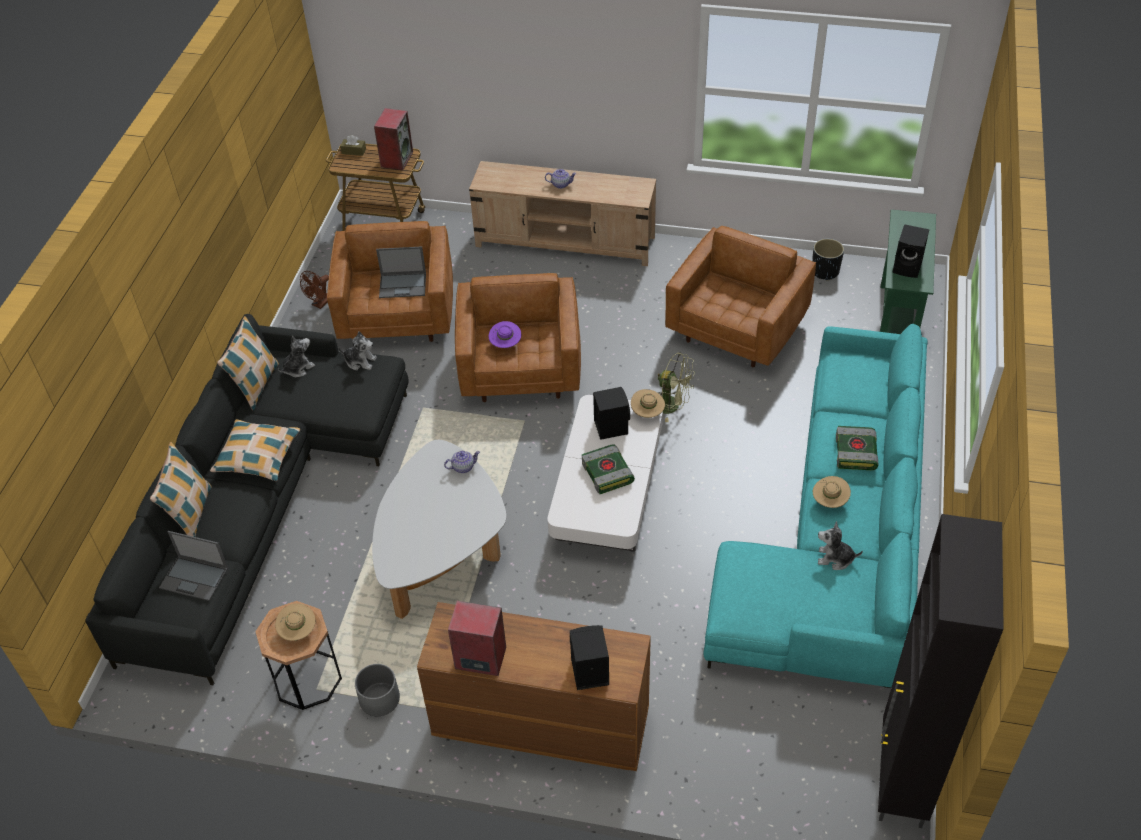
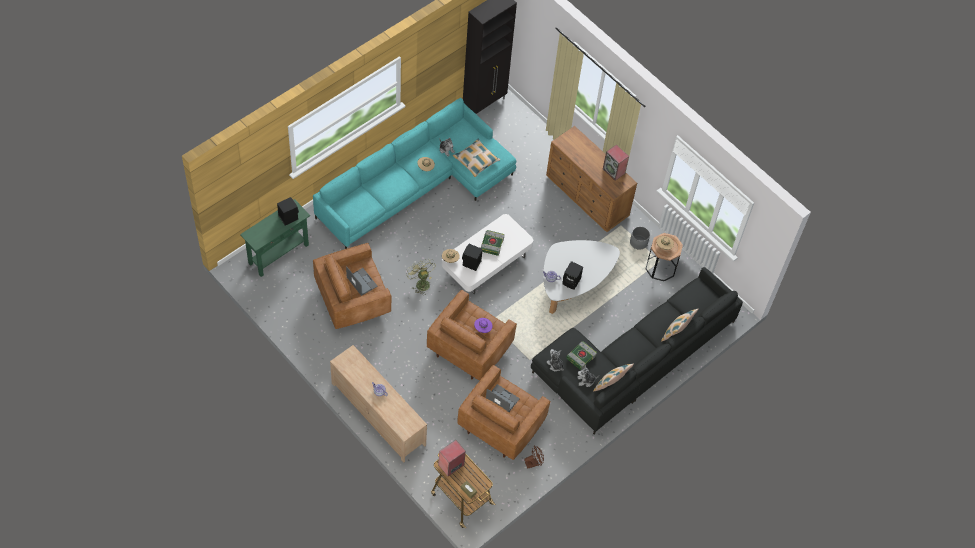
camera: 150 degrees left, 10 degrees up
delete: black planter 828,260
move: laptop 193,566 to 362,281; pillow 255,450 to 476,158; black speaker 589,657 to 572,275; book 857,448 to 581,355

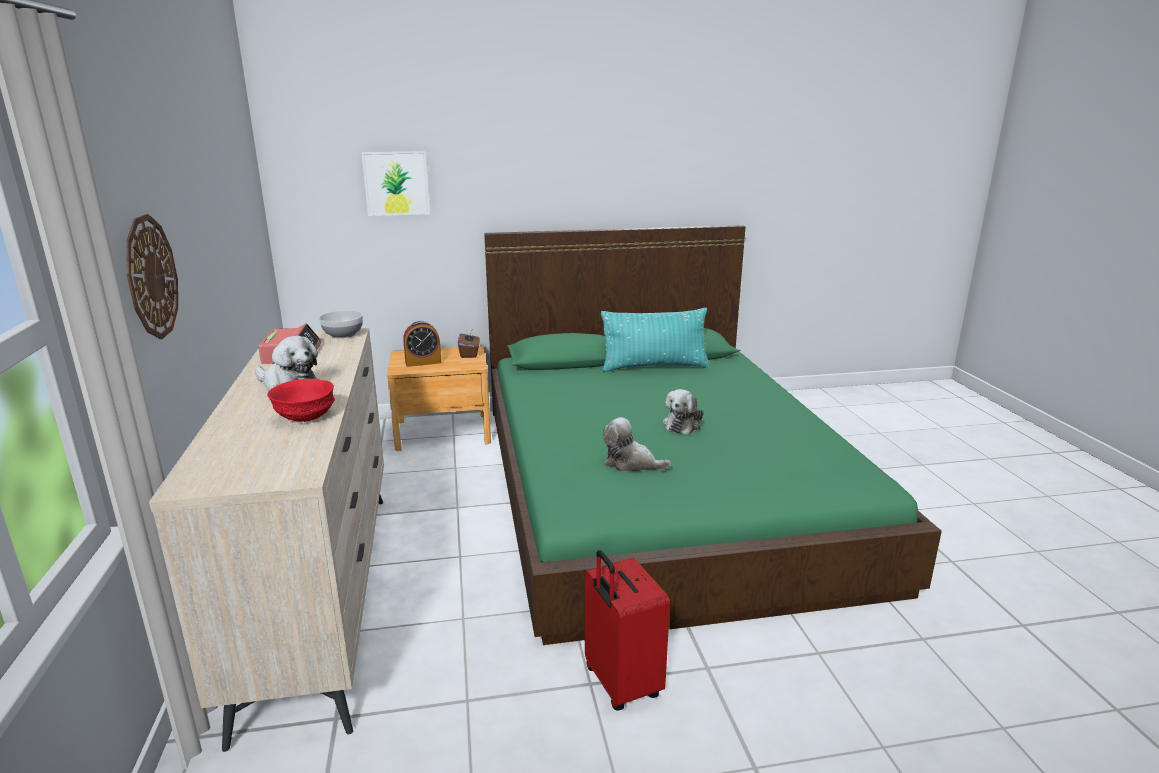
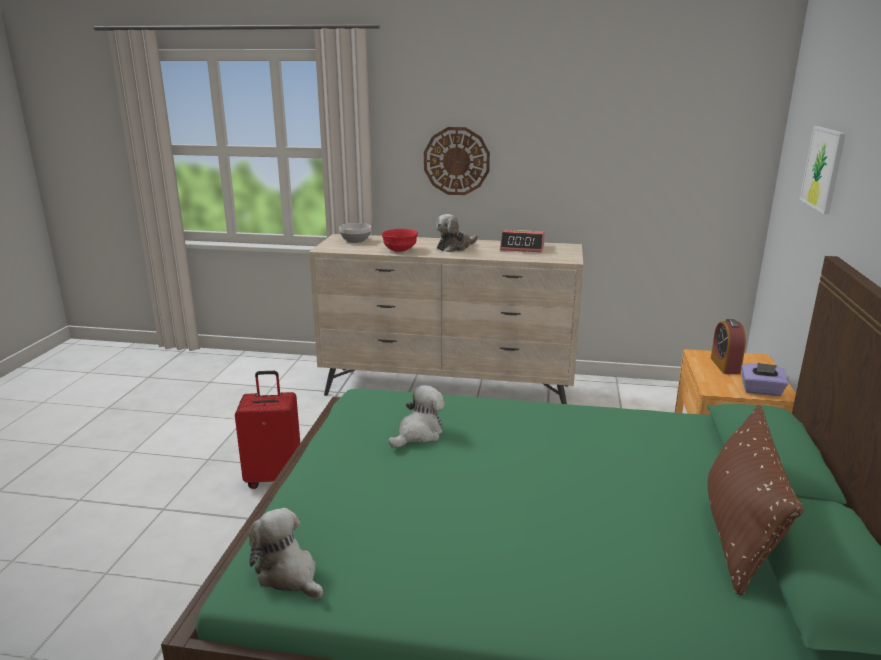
camera: 110 degrees right, 0 degrees up
move: bowl 341,324 to 355,233; plush toy 683,412 to 286,553
recolor: brown tissue box 469,344 to purple tissue box 764,379; turquoise pillow 655,340 to brown pillow 755,500

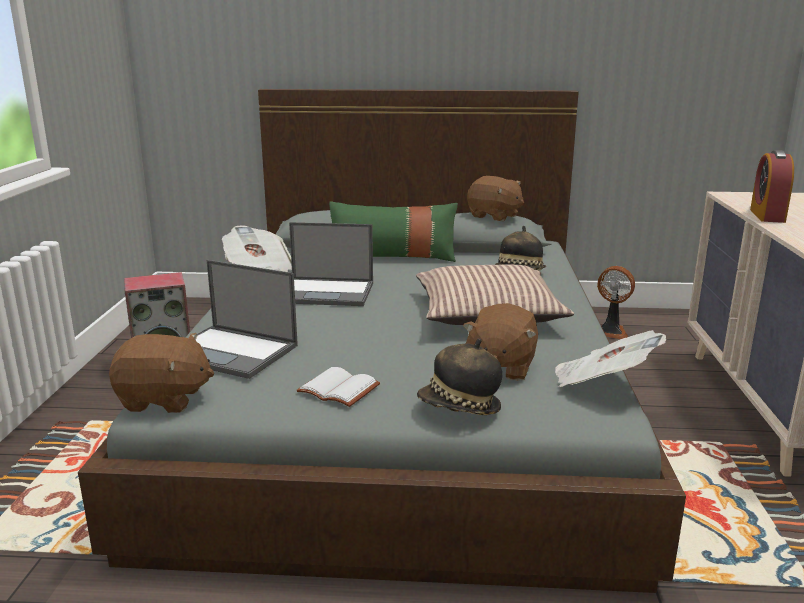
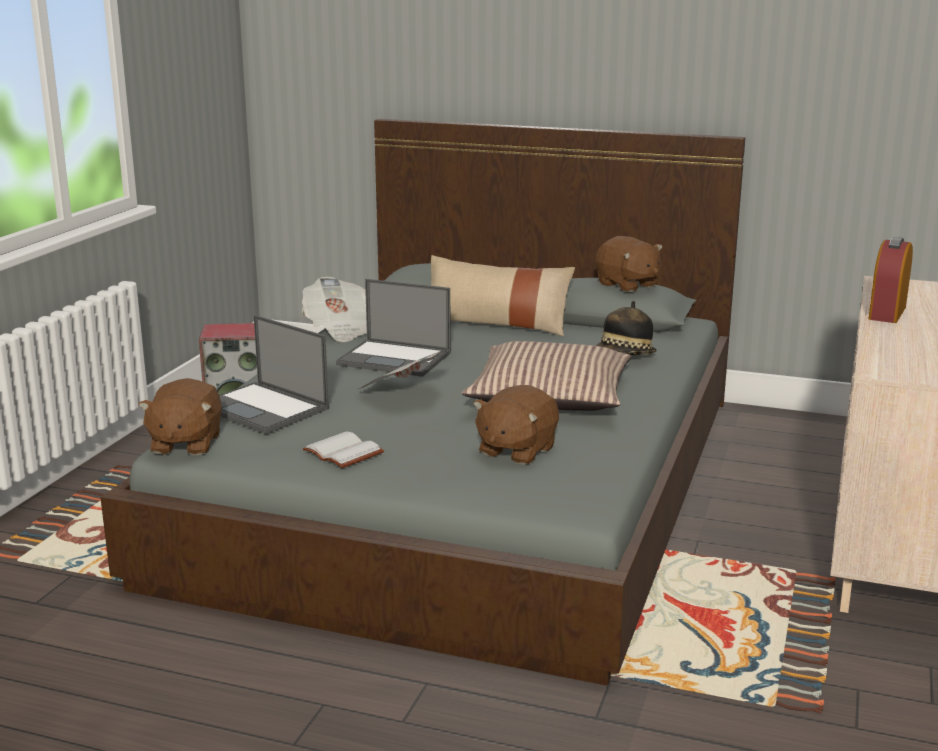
camera: 15 degrees right, 0 degrees up
delete: hat 459,376; fan 616,302
move: newspaper 610,358 to 402,370
recolor: green pillow 393,231 to beige pillow 503,295
rotate: brown plush toy 161,373 = 180,416 75 degrees clockwise

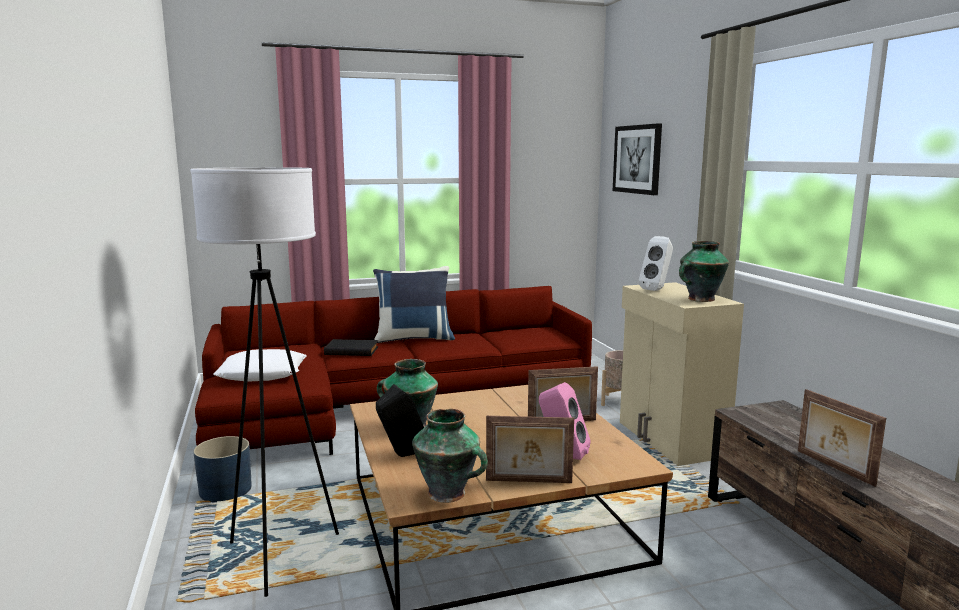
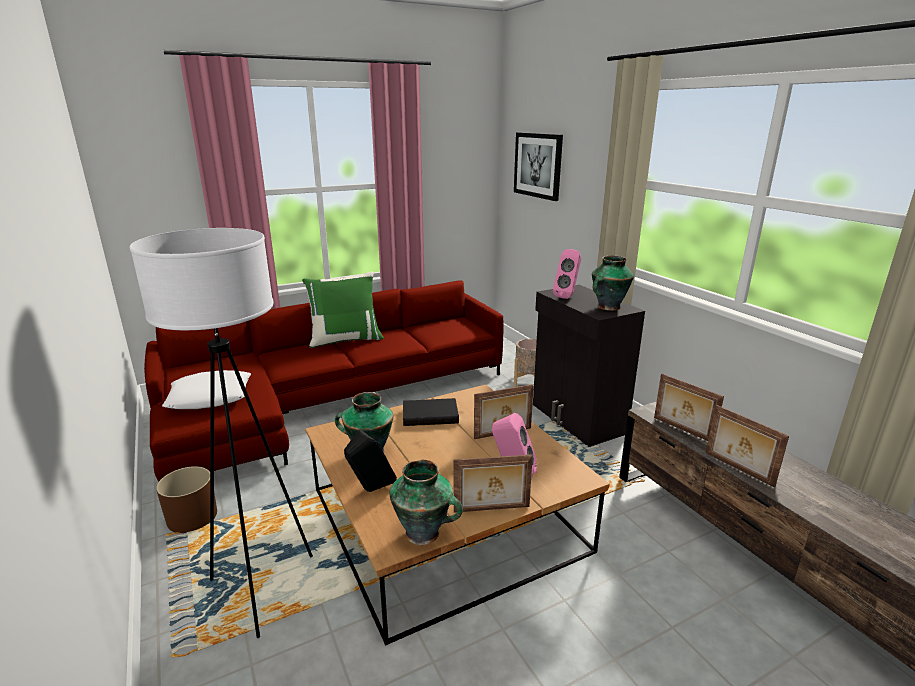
camera: 10 degrees left, 10 degrees up
insert: picture frame 689,407
move: black book 351,347 to 431,412
recolor: blue planter 222,469 to brown planter 186,499; blue pillow 414,304 to green pillow 343,309; beige cabinet 682,374 to black cabinet 589,366; white speaker 656,263 to pink speaker 567,274

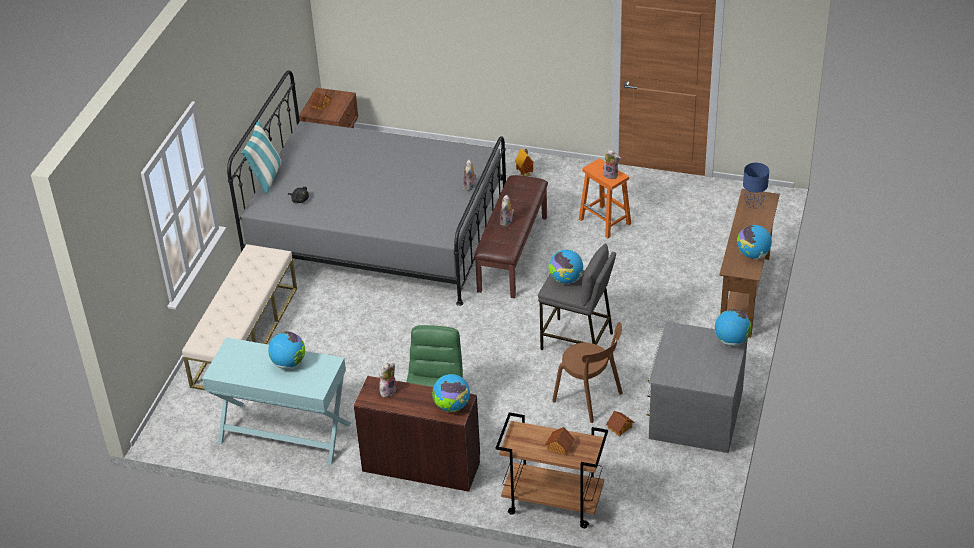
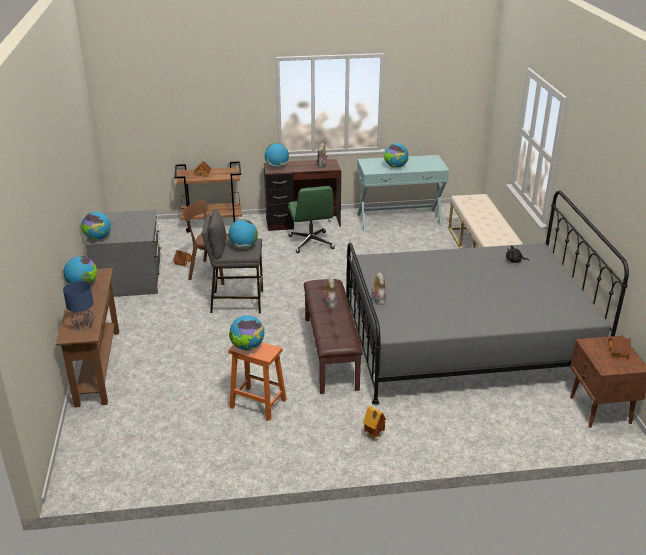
camera: 155 degrees right, 10 degrees down
delete: pillow 262,157
replace: plush toy 612,164 to globe 246,333

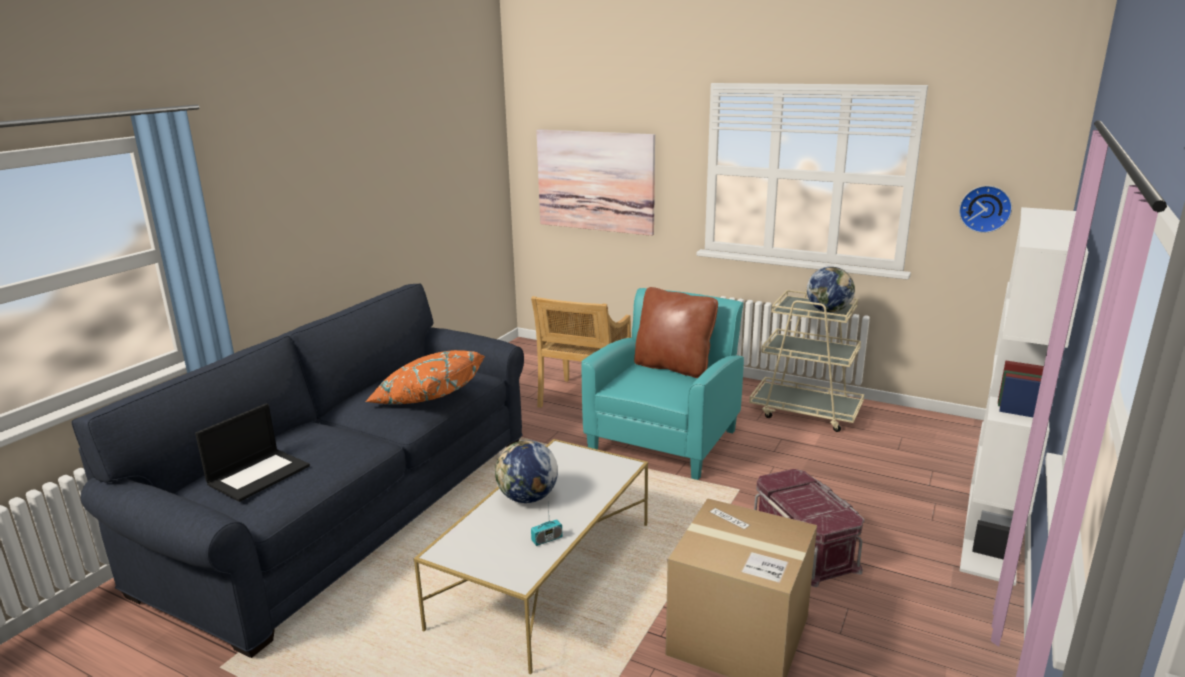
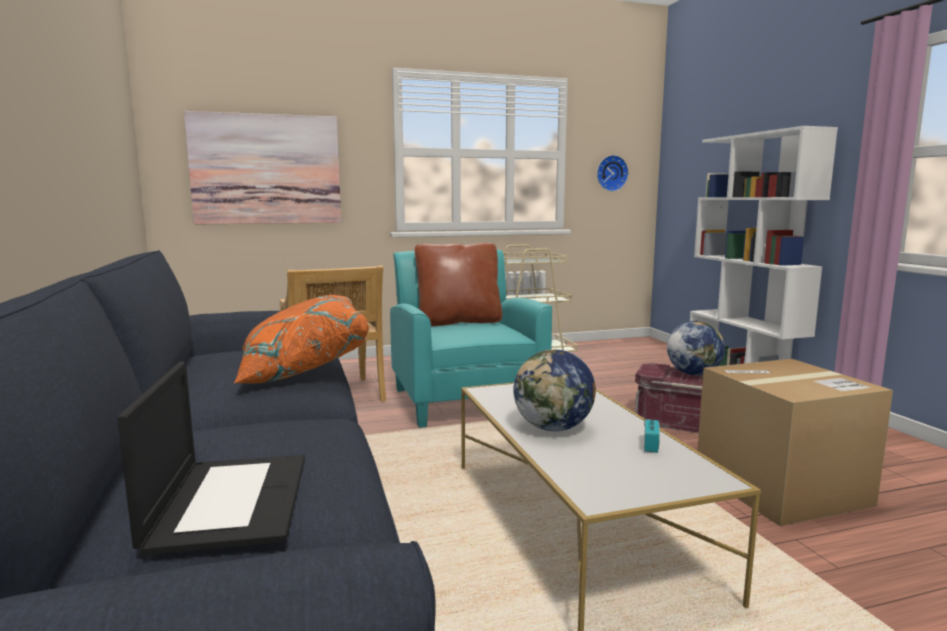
camera: 45 degrees left, 10 degrees down
move: globe 831,289 to 696,348

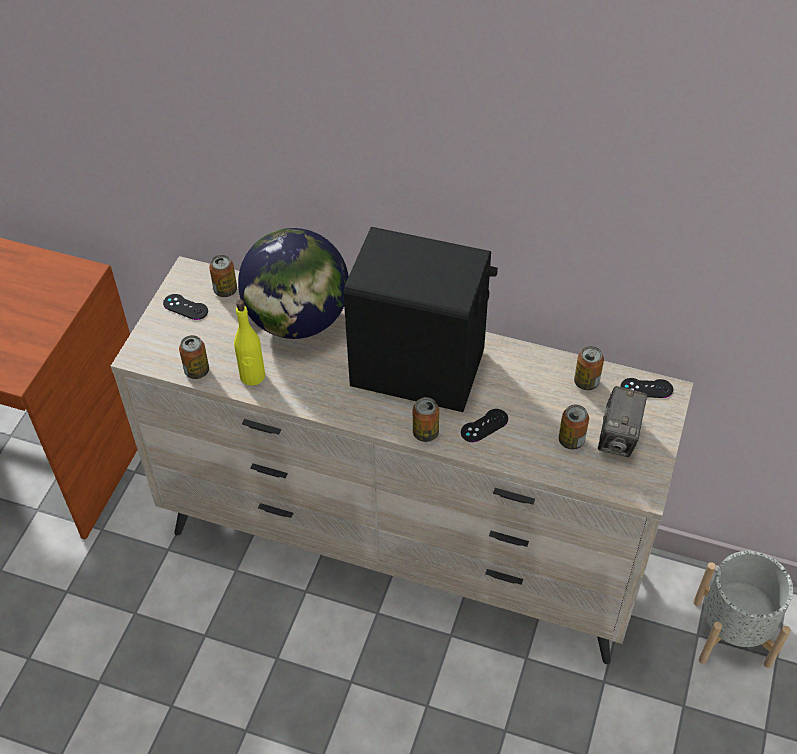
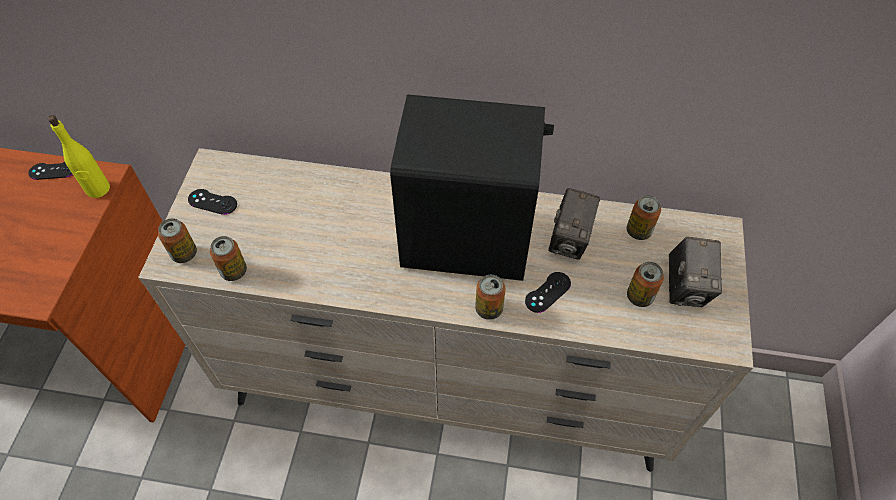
camera: 10 degrees left, 5 degrees up
delete: globe 293,283; grey planter 743,609
insert: photo camera 574,224
move: can 223,276 to 177,240; yellow bottle 249,343 to 79,156; black game controller 647,388 to 50,171

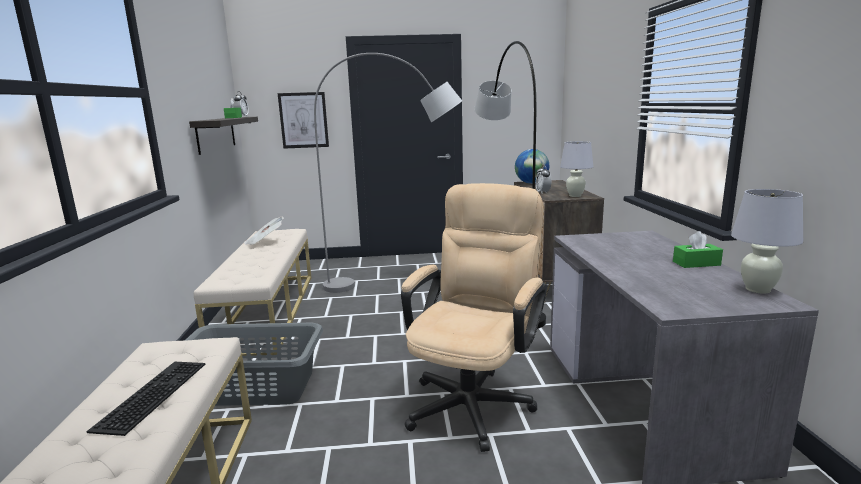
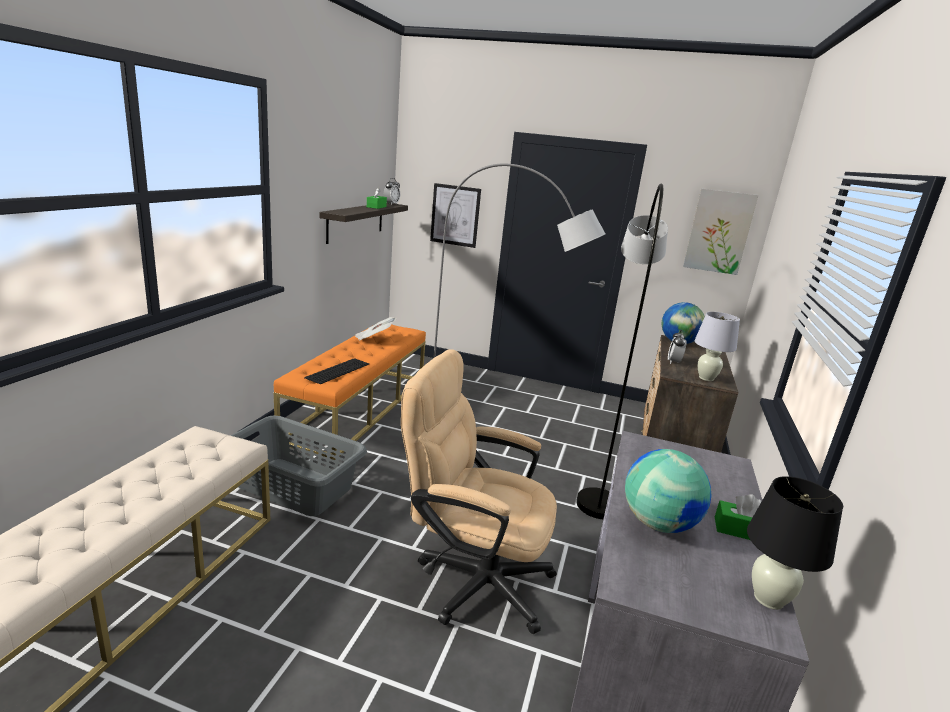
camera: 20 degrees right, 5 degrees up
insert: globe 668,491; picture 720,232
move: keyboard 146,399 to 336,371
recolor: beige bench 252,292 to orange bench 350,392; white table lamp 767,241 to black table lamp 795,543
rotate: beige office chair 474,317 = 479,491 120 degrees counterclockwise

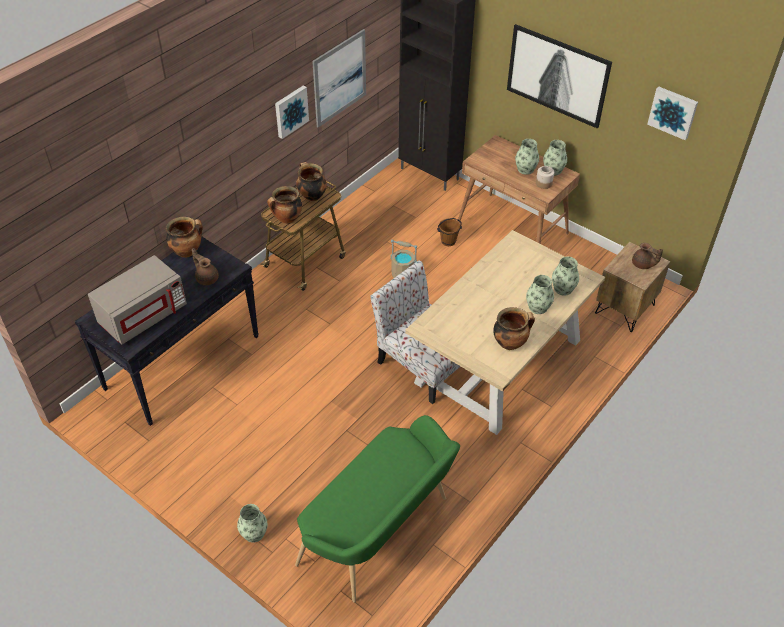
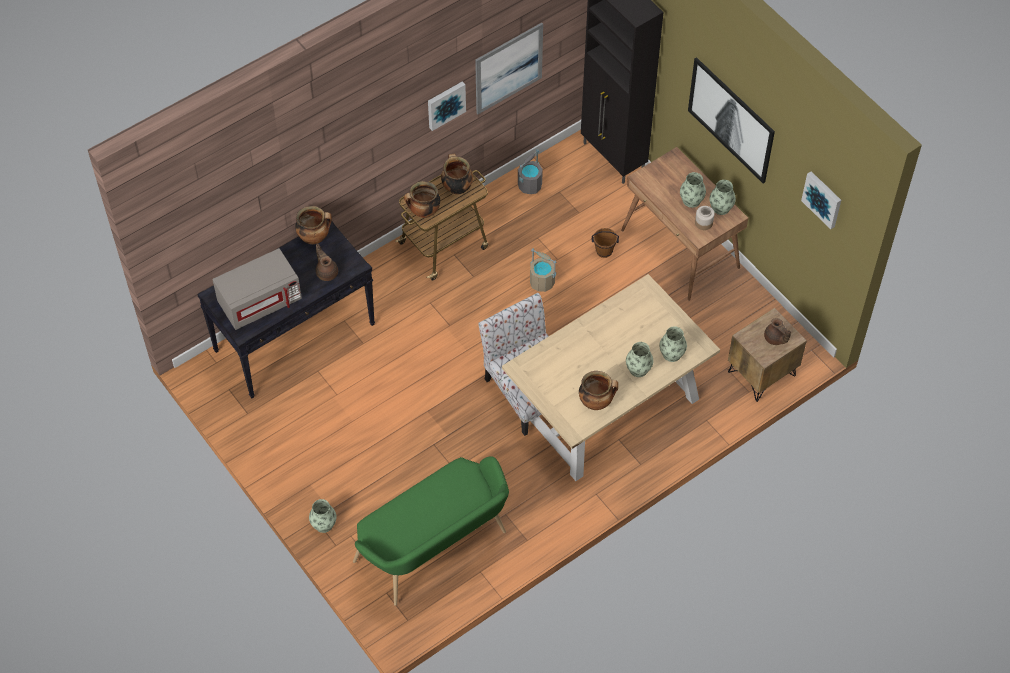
camera: 15 degrees right, 10 degrees up
insert: grey bucket 530,171

